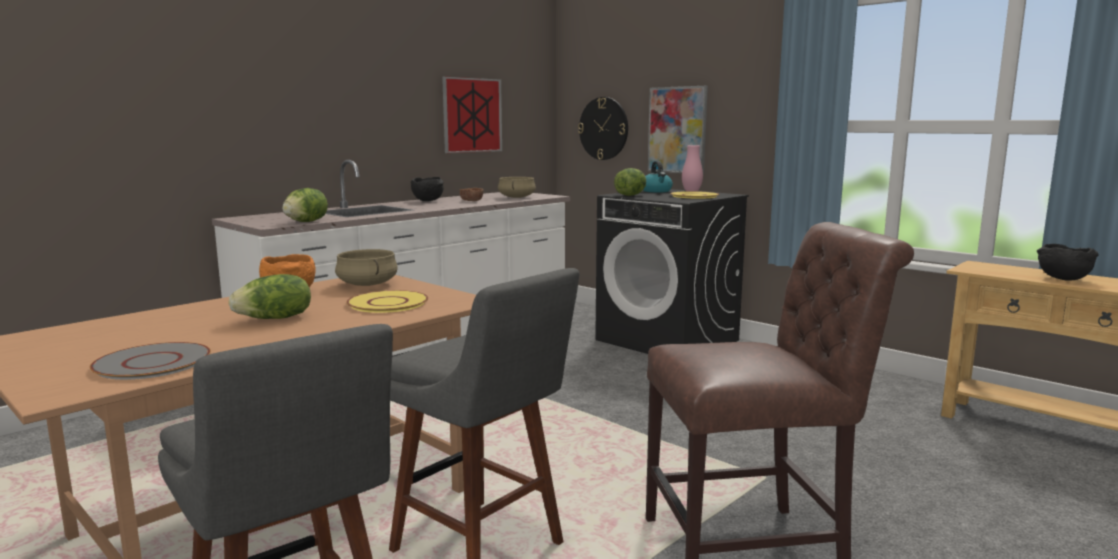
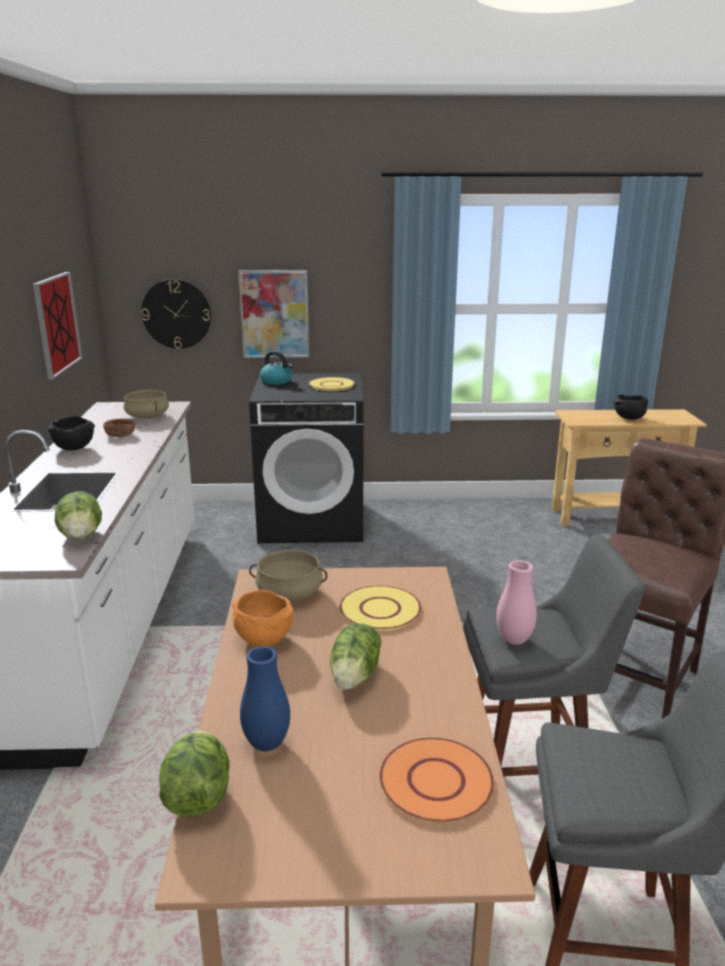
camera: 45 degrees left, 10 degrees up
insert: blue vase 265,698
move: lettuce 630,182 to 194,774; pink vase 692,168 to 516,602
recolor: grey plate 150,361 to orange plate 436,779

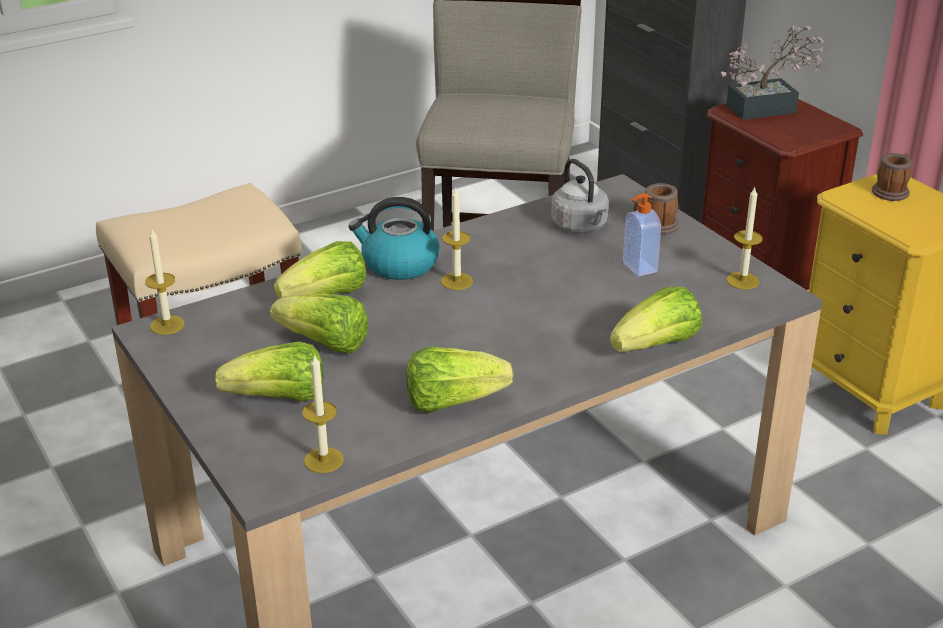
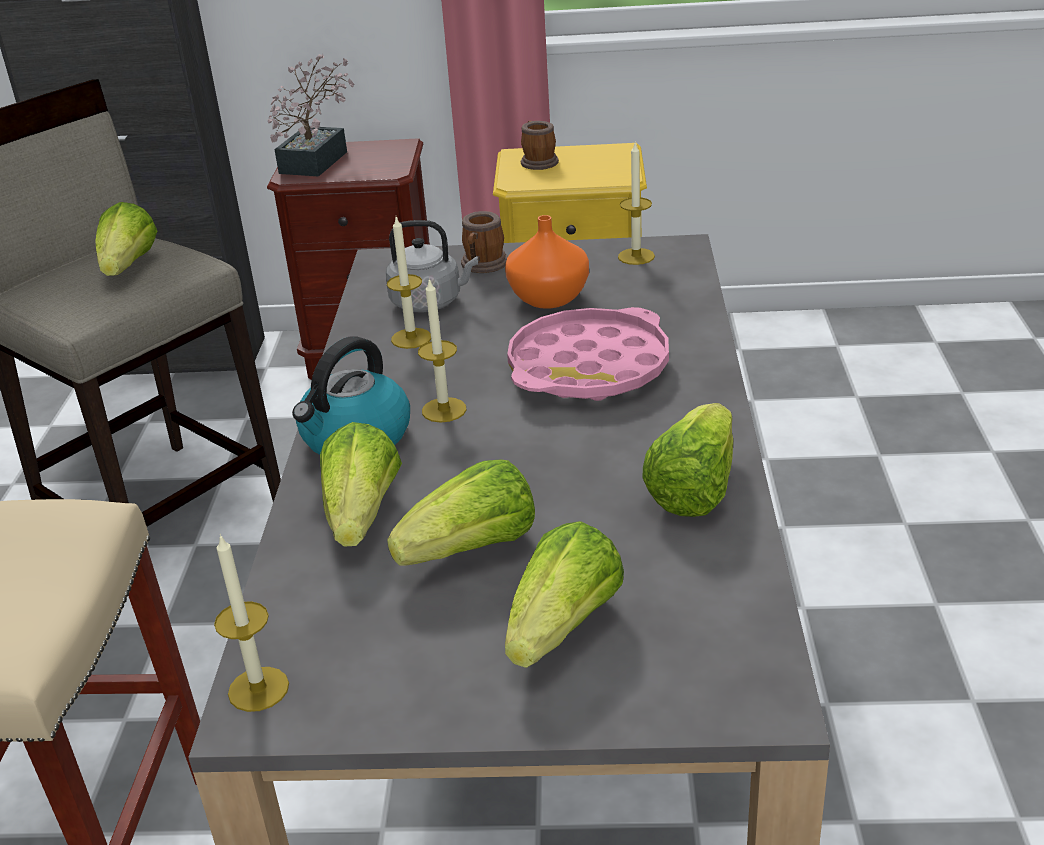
camera: 55 degrees left, 0 degrees up
insert: pink tray 588,354
move: candle 323,413 to 409,283; lettuce 656,319 to 126,239
replace: soap dispenser 642,235 to orange vase 547,262

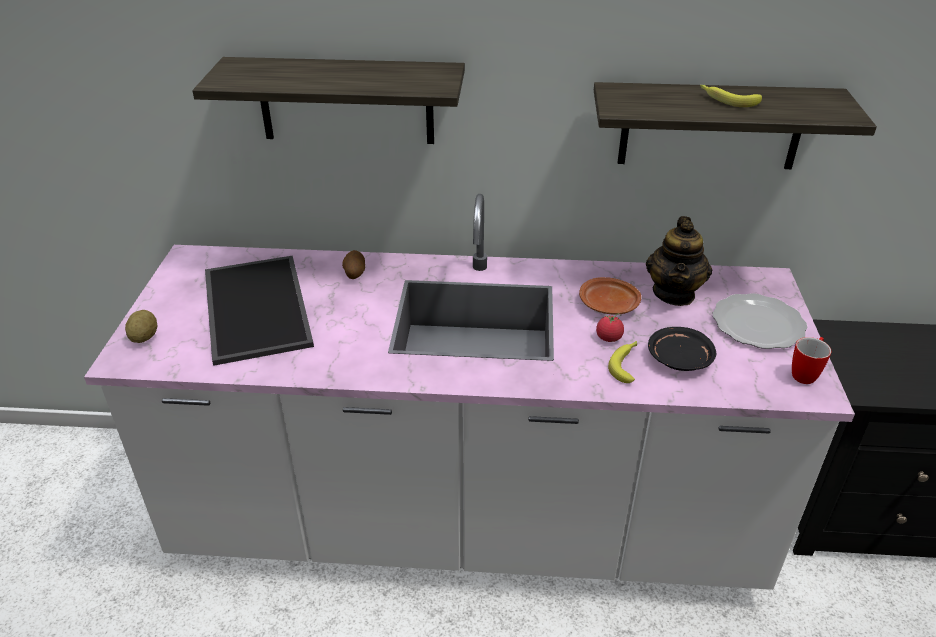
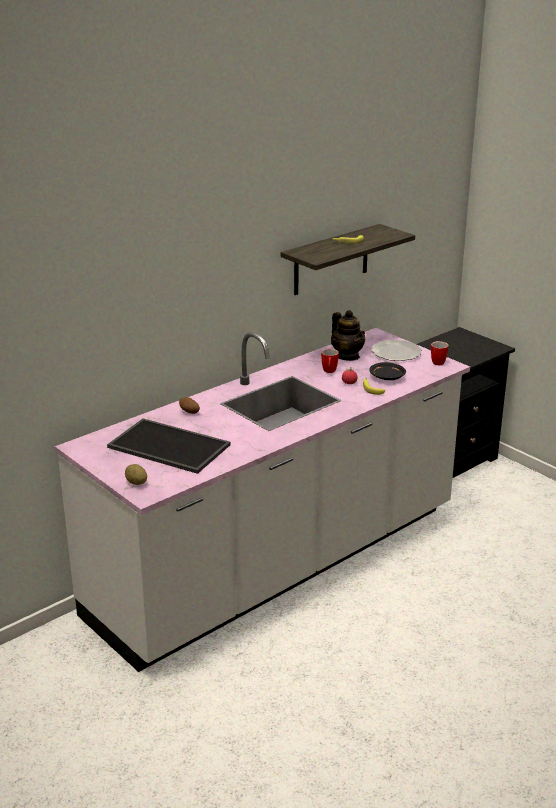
camera: 45 degrees left, 10 degrees down
delete: shelf 328,100
replace: brown plate 610,296 to mug 330,361

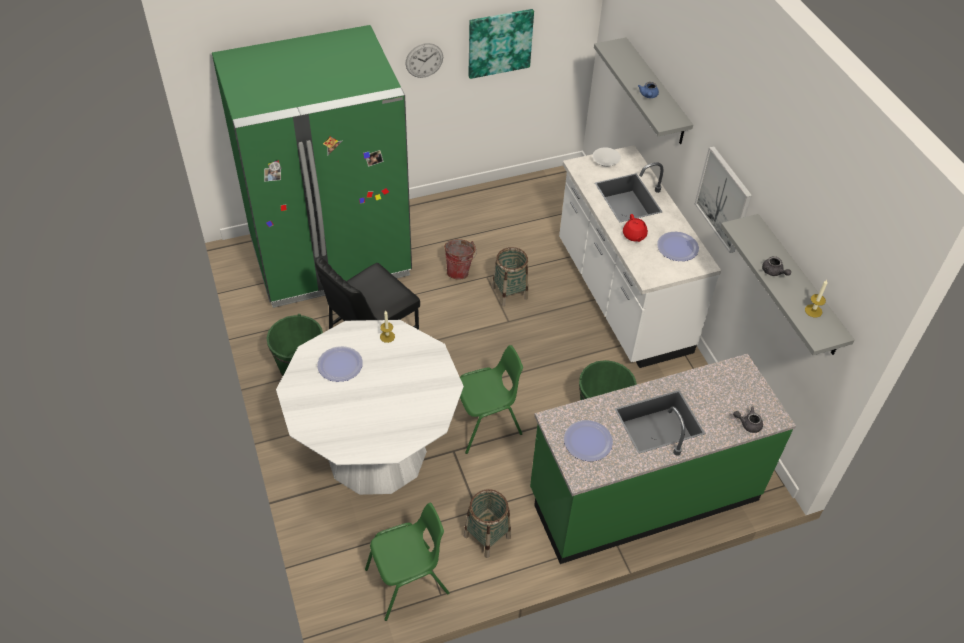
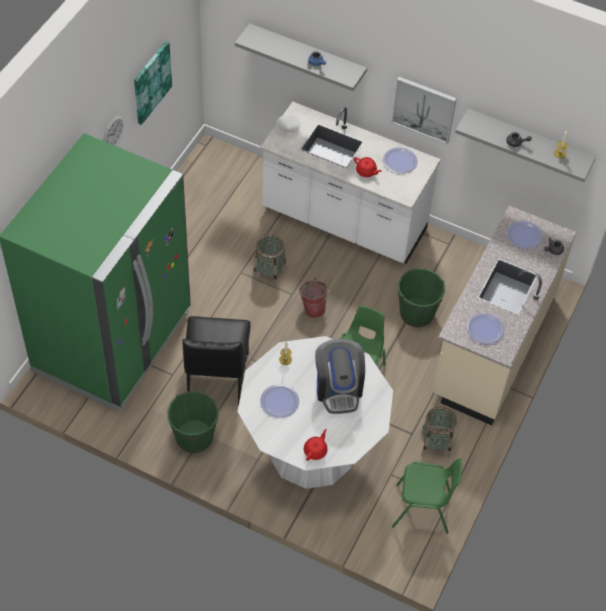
camera: 45 degrees left, 5 degrees up
insert: red teapot 316,445; coffee machine 340,376; plate 525,235
move: bucket 460,259 to 314,298
recolor: green counter 663,459 to beige counter 504,315
rotate: green chair 407,561 = 427,496 75 degrees clockwise

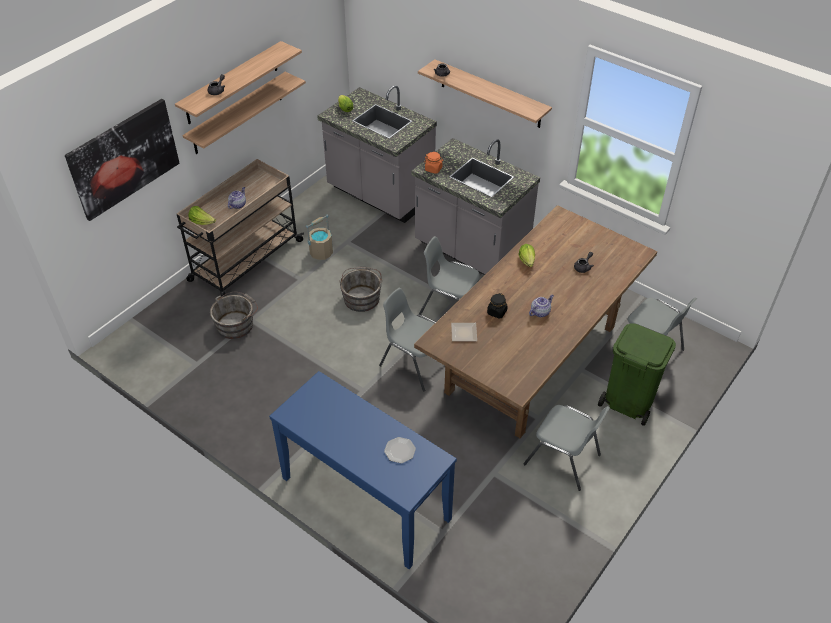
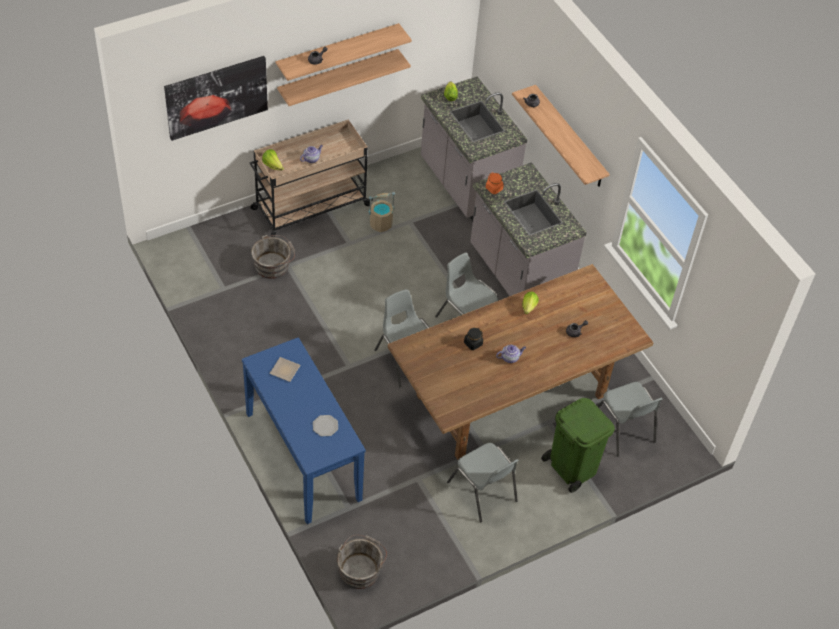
camera: 20 degrees right, 5 degrees up
move: grey bucket 361,289 to 362,562; plate 464,332 to 285,369

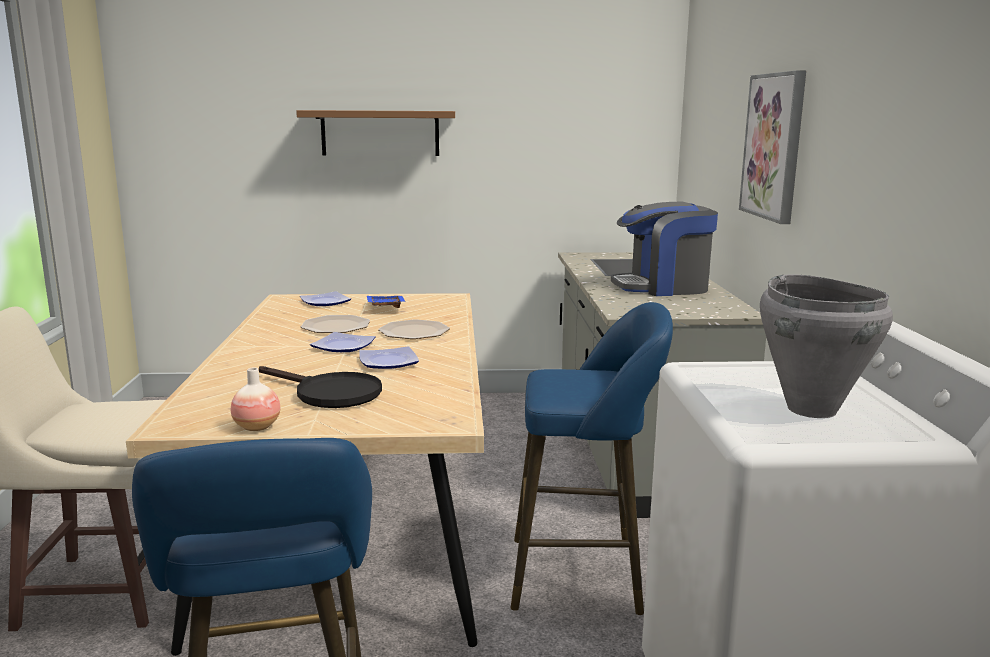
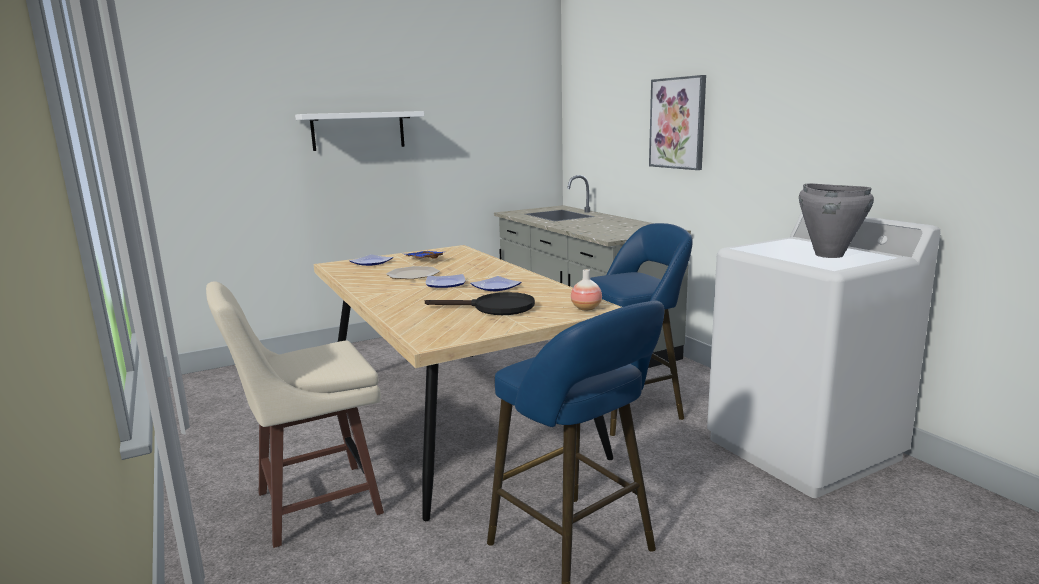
camera: 25 degrees left, 0 degrees up
delete: plate 414,329; coffee machine 664,249
move: vase 255,399 to 586,290
recolor: brown shelf 375,133 to white shelf 359,131

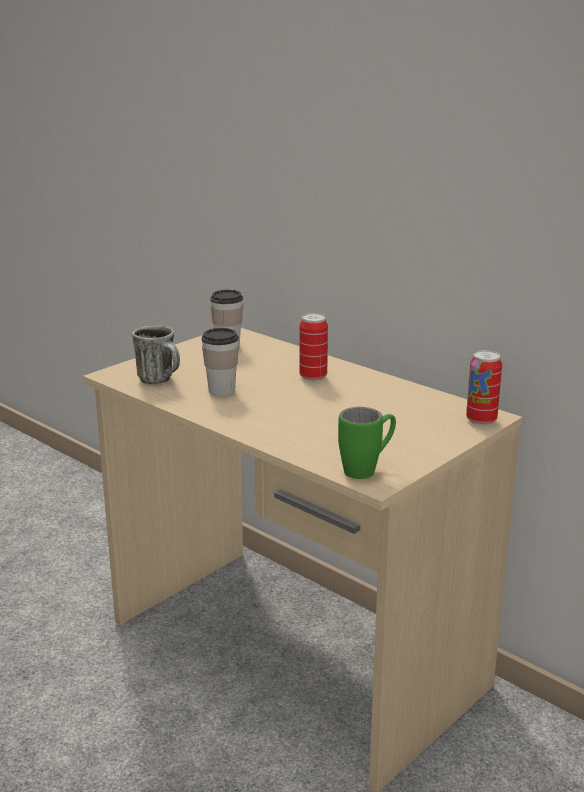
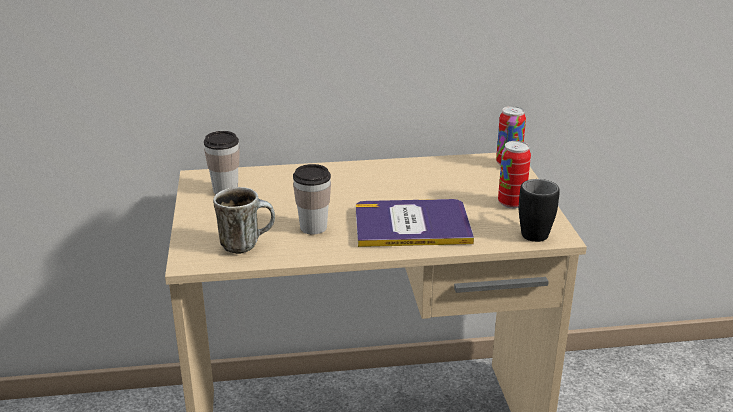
camera: 50 degrees left, 5 degrees up
insert: book 415,223
move: can 313,347 to 514,175
recolor: green mug 367,443 to black mug 539,210

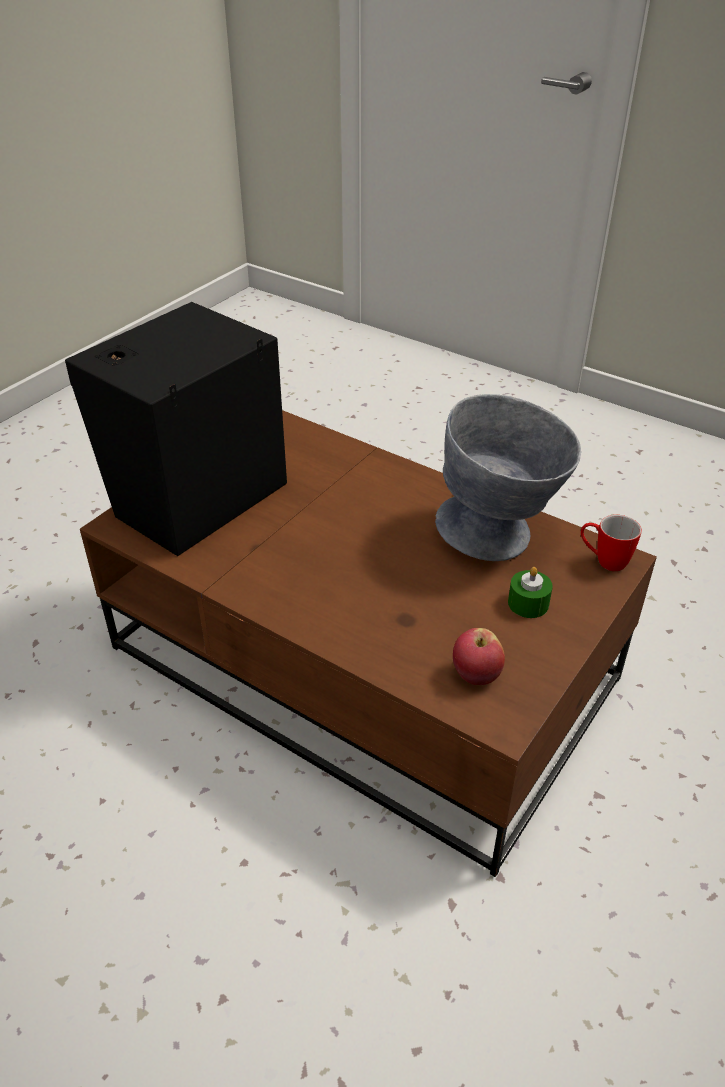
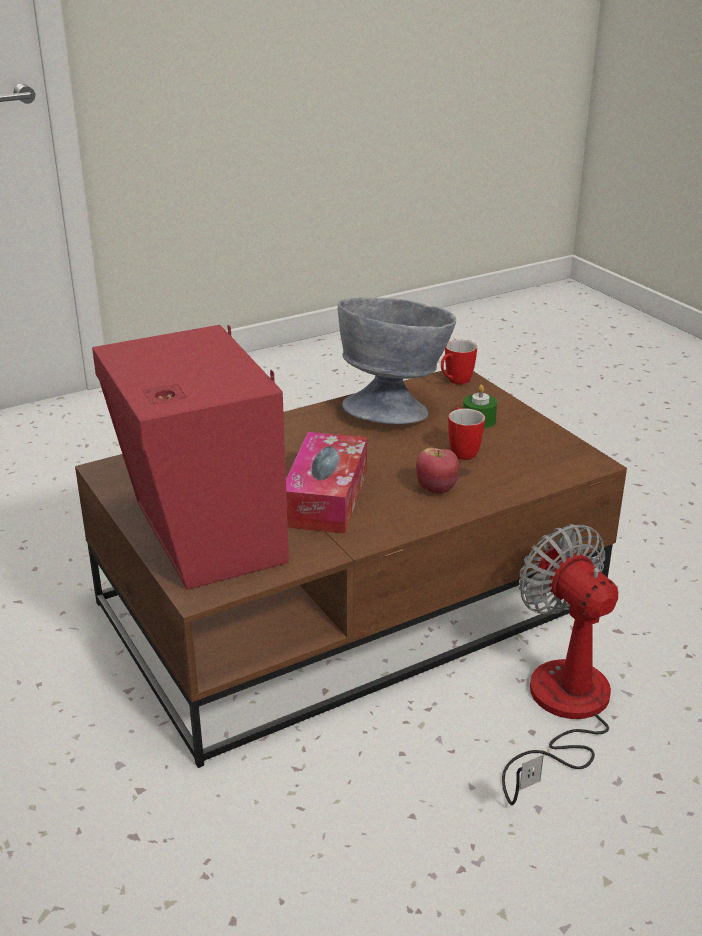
camera: 65 degrees left, 10 degrees down
insert: tissue box 326,483; mug 466,433; fan 560,664
move: apple 479,656 to 438,471
recolor: black speaker 176,429 to red speaker 190,457

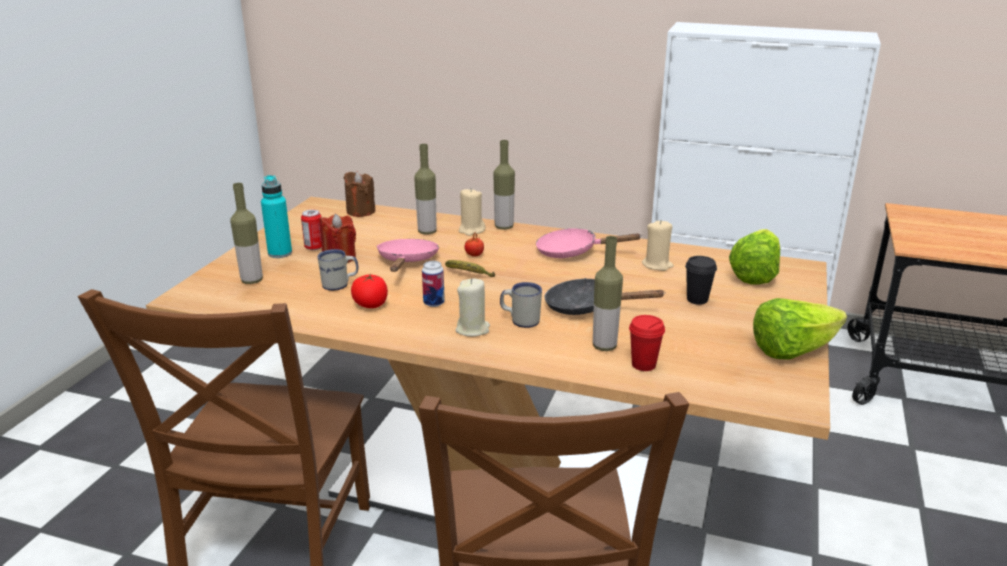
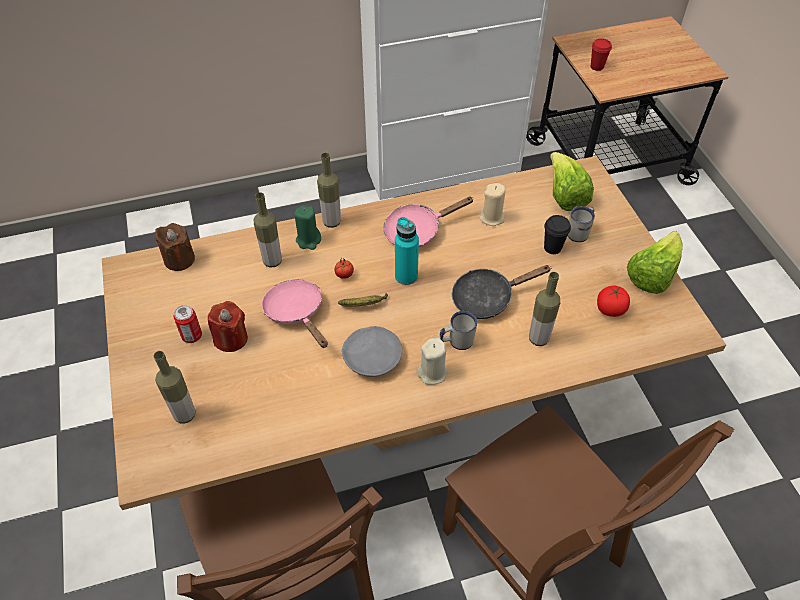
camera: 35 degrees left, 25 degrees up
move: turquoise bottle 276,216 to 407,251; white mug 337,270 to 581,224; tomato 369,291 to 613,301; red cup 647,343 to 601,54
replace: can 433,284 to grey plate 372,351
recolor: beige candle 472,212 to green candle 307,227

